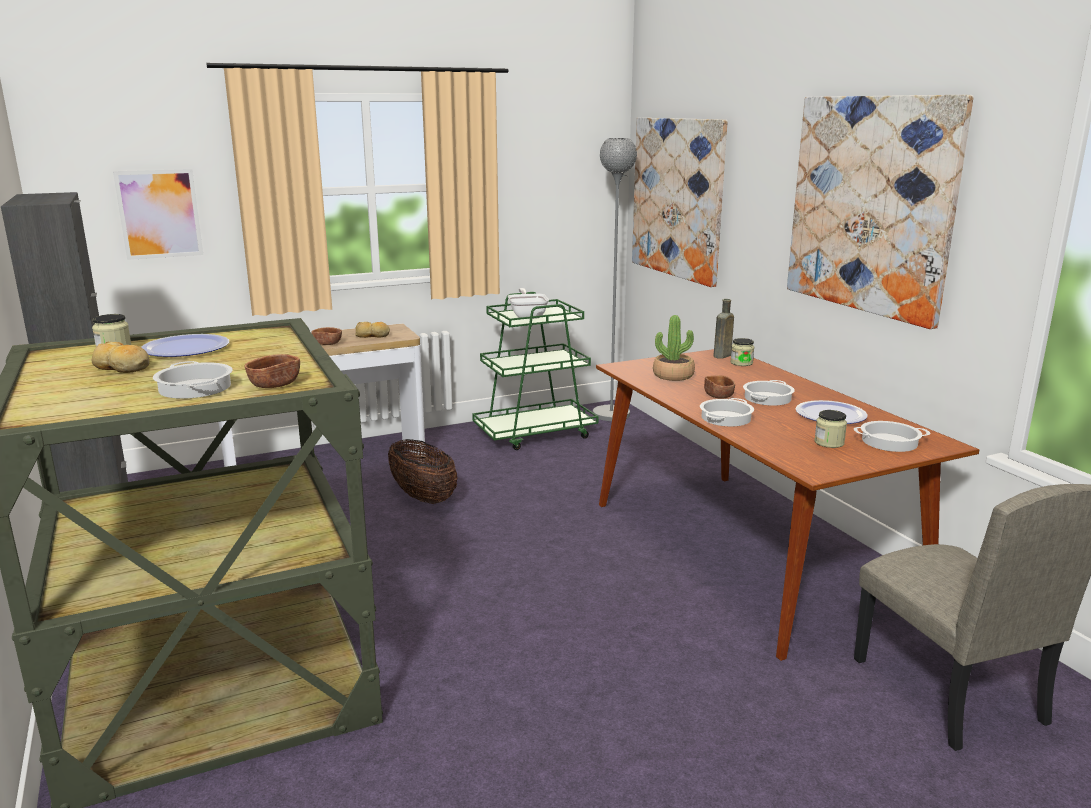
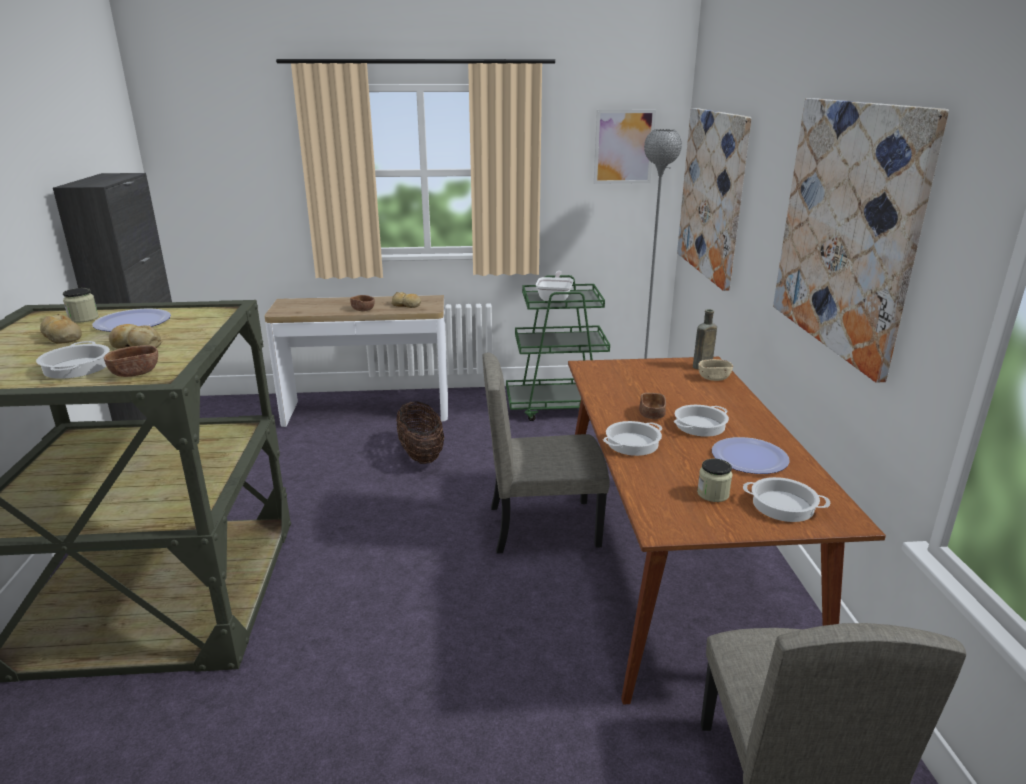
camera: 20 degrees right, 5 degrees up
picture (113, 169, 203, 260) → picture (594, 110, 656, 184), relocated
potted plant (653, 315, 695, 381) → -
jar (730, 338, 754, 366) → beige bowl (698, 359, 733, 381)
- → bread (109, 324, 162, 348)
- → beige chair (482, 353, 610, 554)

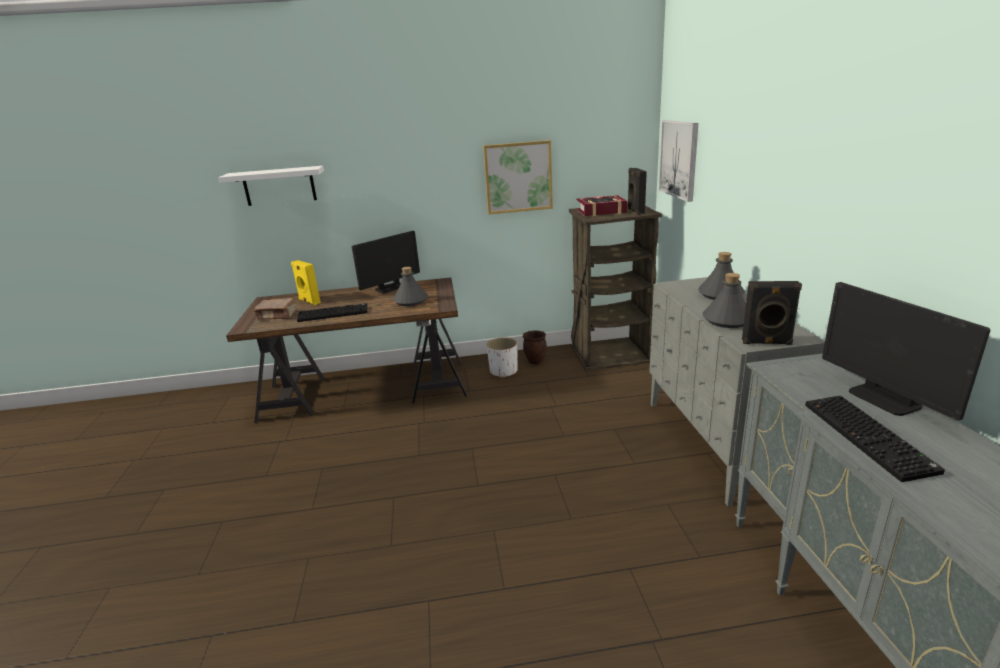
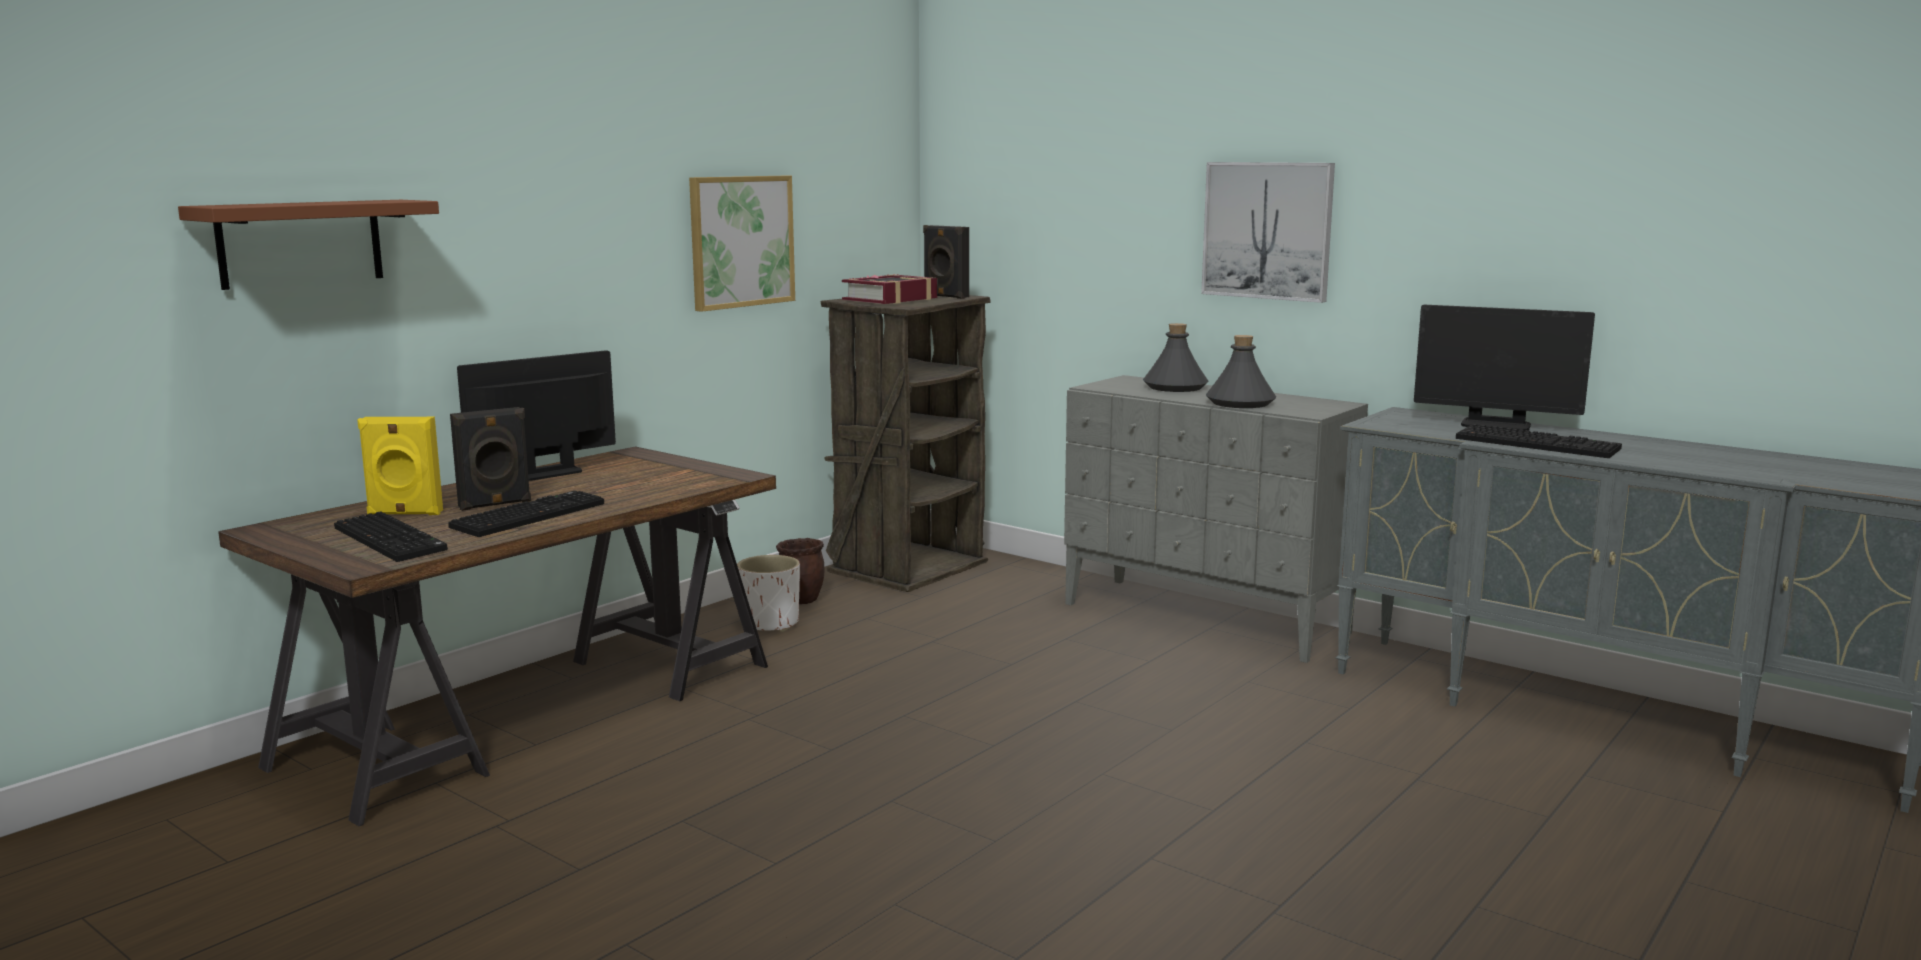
camera: 45 degrees left, 10 degrees down
white shelf (218, 166, 324, 206) → brown shelf (178, 200, 439, 290)
brown book (253, 298, 296, 319) → keyboard (334, 511, 448, 562)
monitor (352, 231, 420, 293) → monitor (457, 350, 616, 481), 135 degrees counterclockwise
grey bottle (393, 267, 428, 306) → -
picture (659, 120, 698, 202) → picture (1201, 162, 1335, 303), relocated
black speaker (742, 281, 802, 345) → black speaker (450, 407, 531, 511), relocated

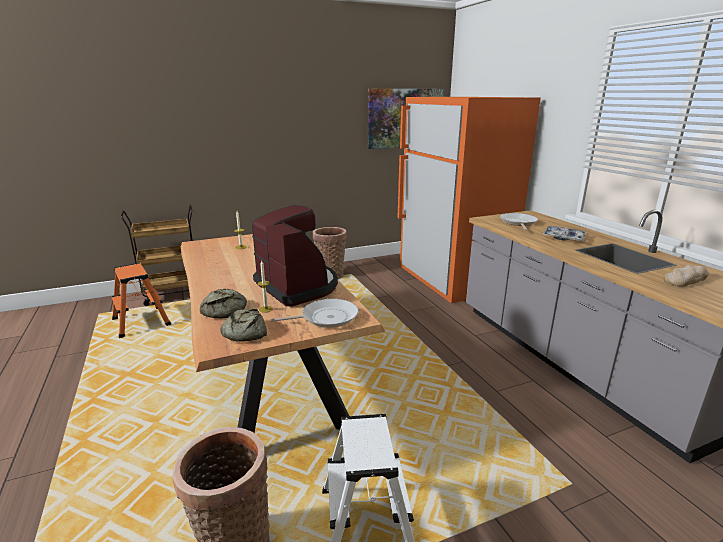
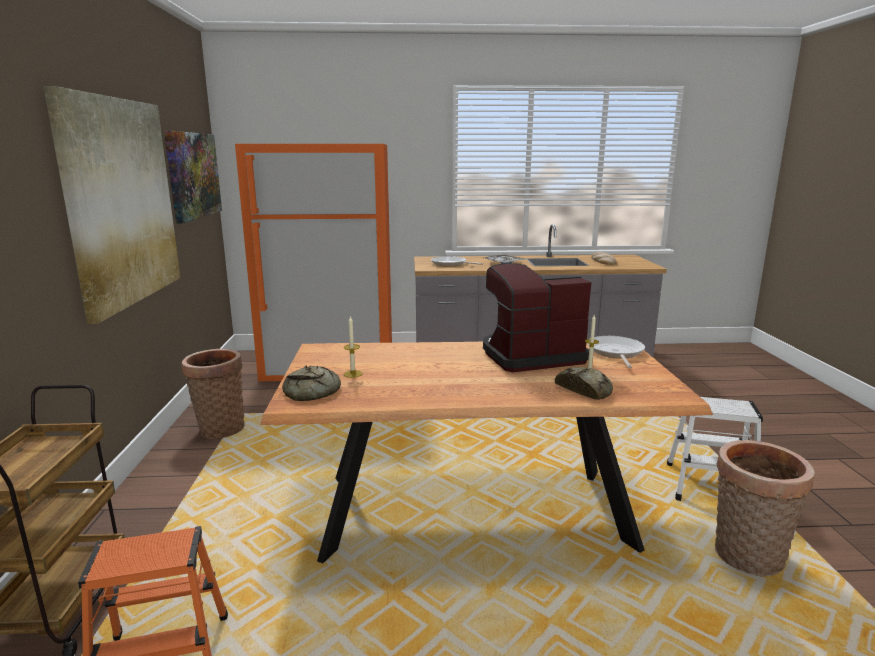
camera: 70 degrees left, 5 degrees down
bread (220, 309, 267, 342) → bread (282, 366, 341, 401), relocated
- → picture (43, 86, 181, 324)

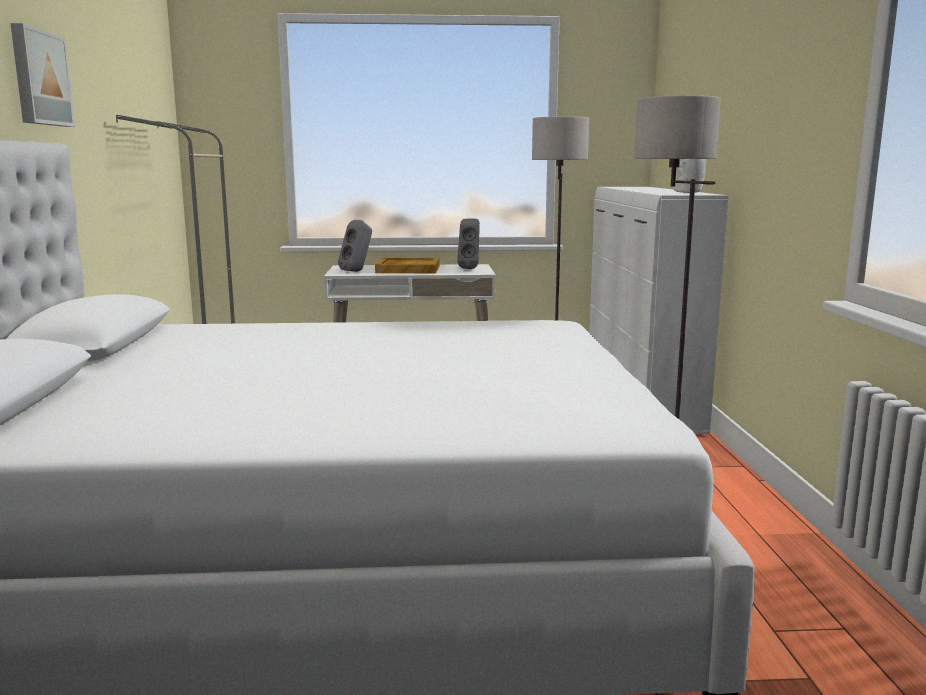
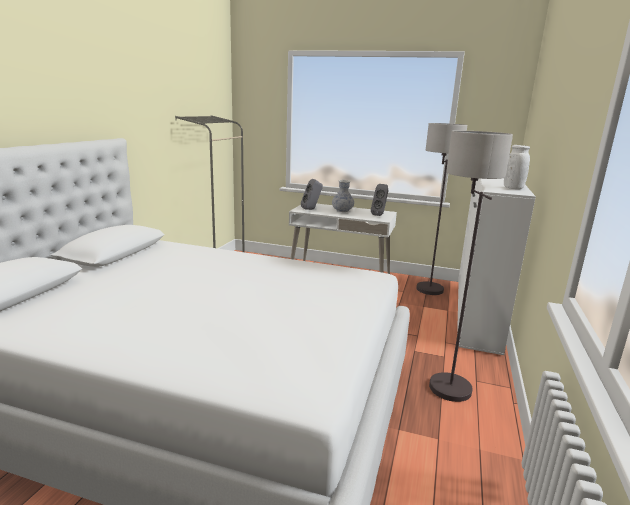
camera: 20 degrees right, 5 degrees up
picture (10, 23, 75, 127) → -
beige tray (375, 257, 440, 273) → vase (332, 180, 354, 212)

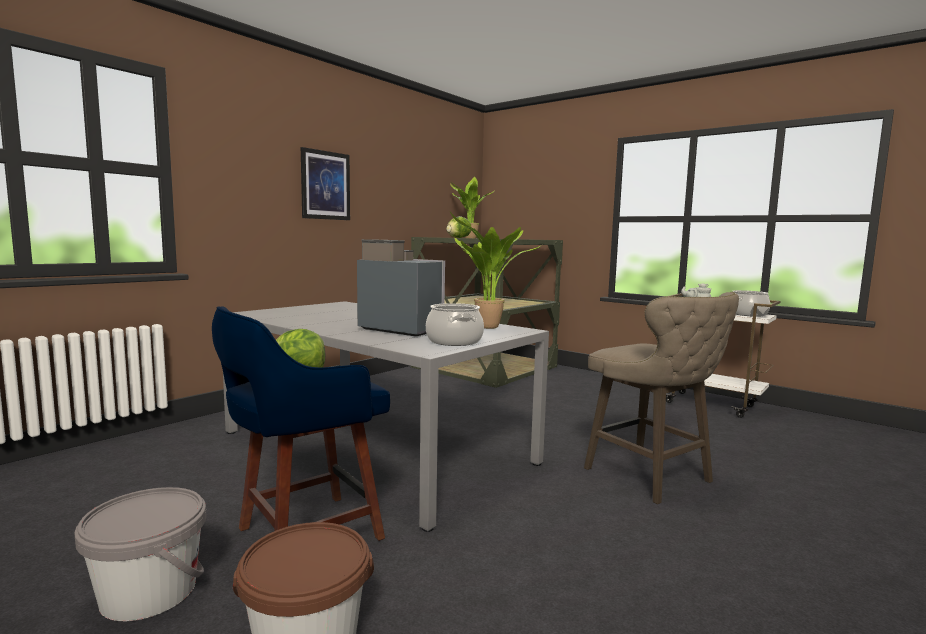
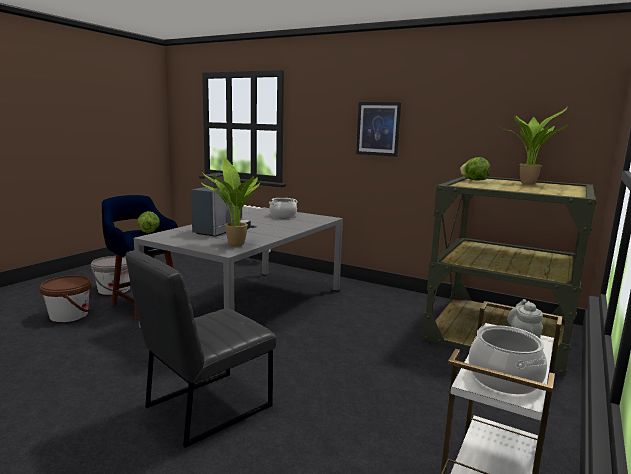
camera: 80 degrees right, 5 degrees up
cooking pot (426, 303, 484, 346) → cooking pot (269, 198, 298, 218), relocated
beige stool (584, 292, 739, 504) → grey chair (126, 250, 277, 448)

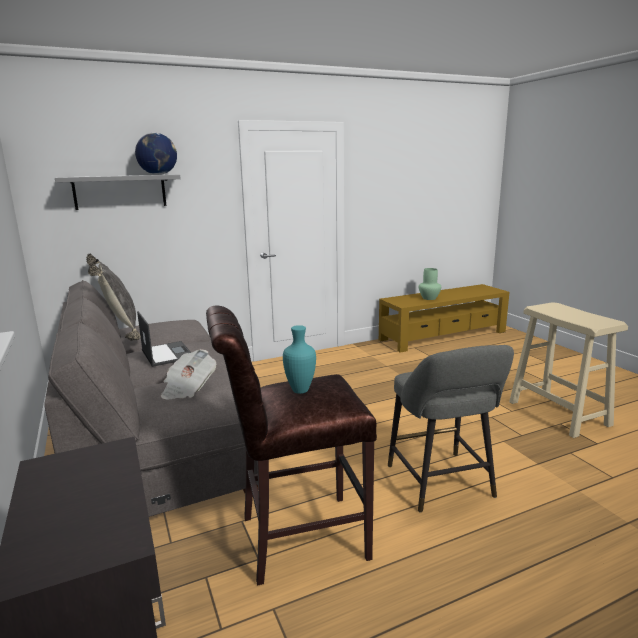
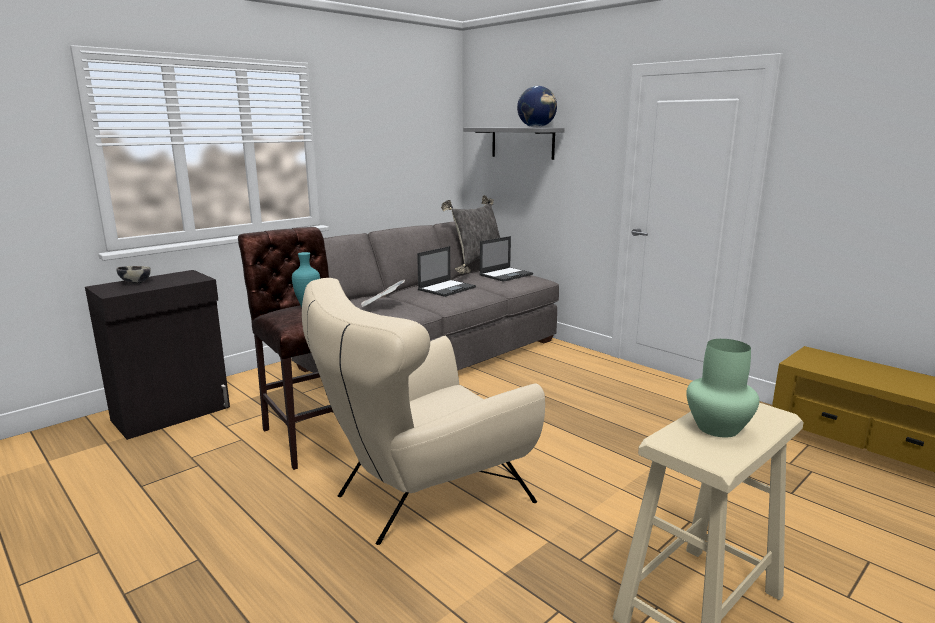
camera: 70 degrees right, 0 degrees up
grey stool (388, 345, 514, 513) → beige armchair (302, 278, 545, 545)
green vase (419, 268, 441, 300) → green vase (686, 339, 759, 438), relocated
- → bowl (117, 266, 151, 284)
- → laptop (479, 236, 533, 282)

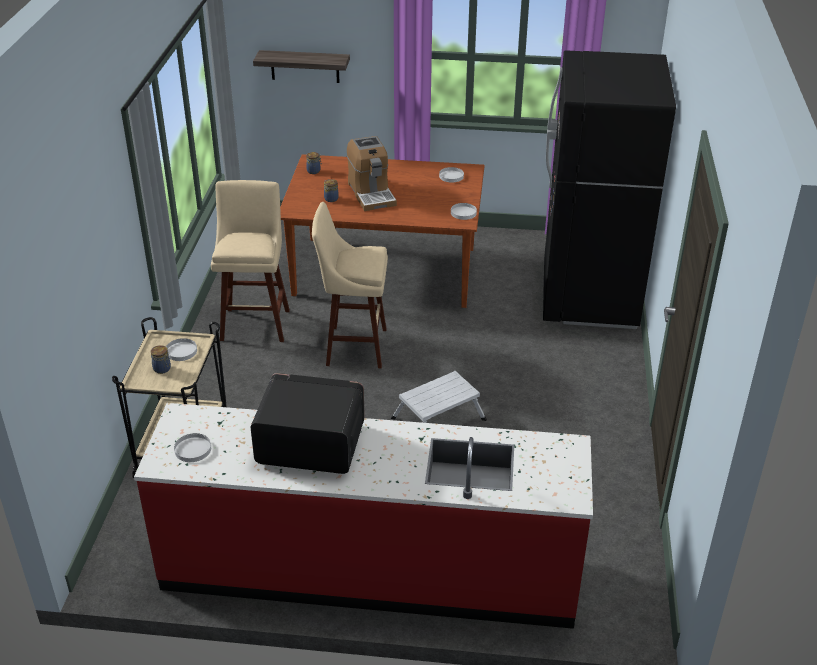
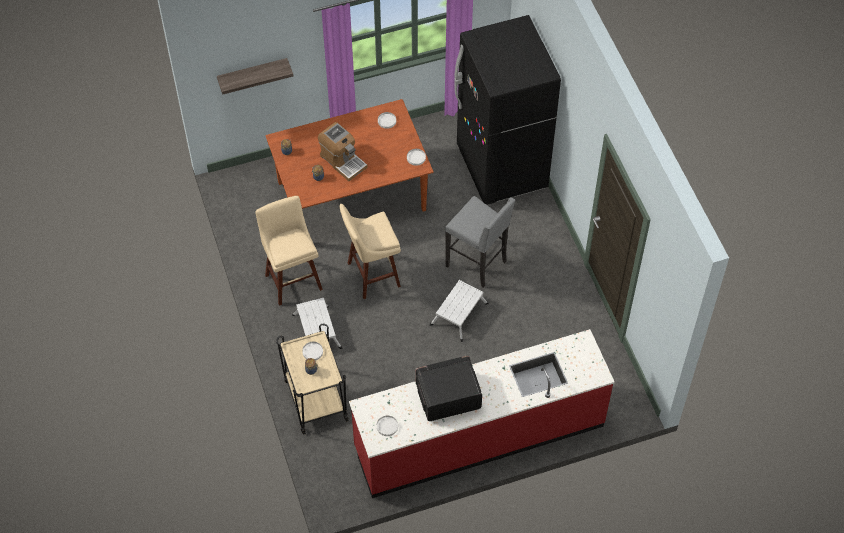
camera: 25 degrees left, 20 degrees up
- → white step ladder (292, 298, 342, 349)
- → grey stool (445, 196, 515, 288)

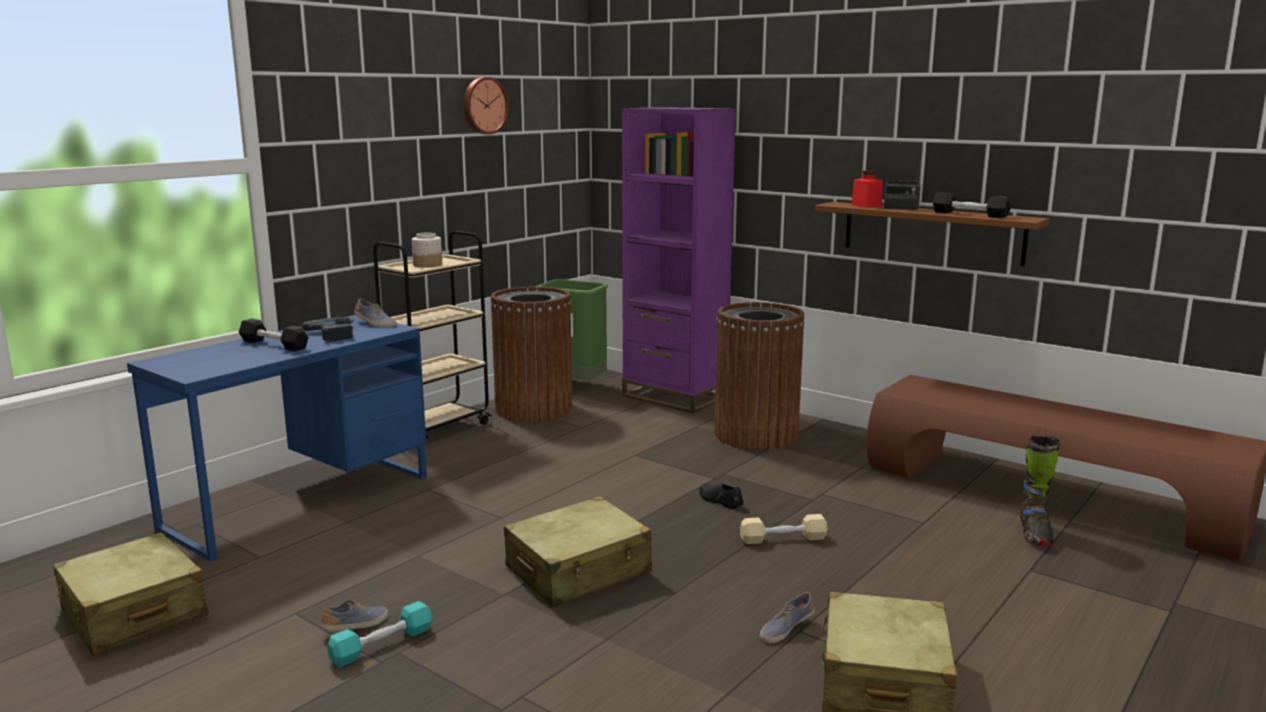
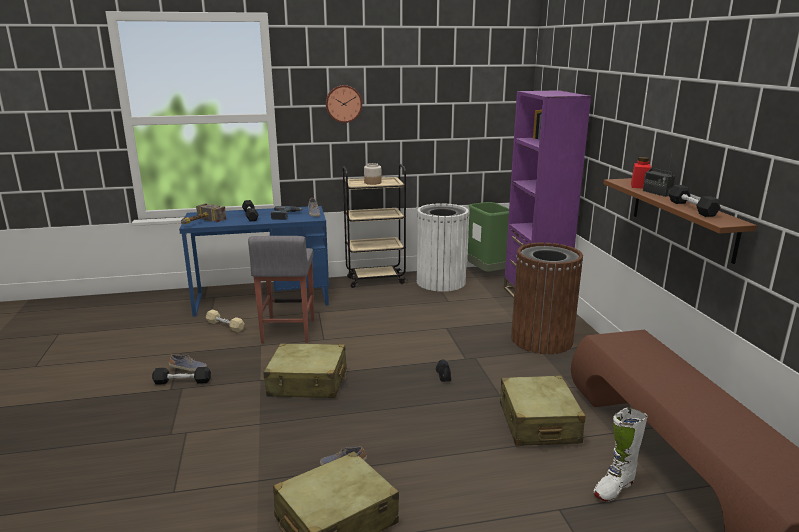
camera: 40 degrees right, 5 degrees up
beige suitcase (53, 532, 209, 656) → beige suitcase (500, 375, 586, 446), relocated
turquoise dumbbell (327, 601, 433, 667) → black dumbbell (152, 367, 211, 384)
wall clock (464, 77, 509, 134) → wall clock (326, 85, 362, 123), relocated
brown trash can (490, 286, 572, 422) → white trash can (417, 203, 469, 292)
beige dumbbell (740, 514, 828, 544) → beige dumbbell (206, 309, 245, 332), relocated
black boot (1020, 435, 1061, 546) → white boot (593, 408, 648, 501)
- → hammer (181, 203, 226, 224)
- → grey stool (248, 236, 315, 343)

